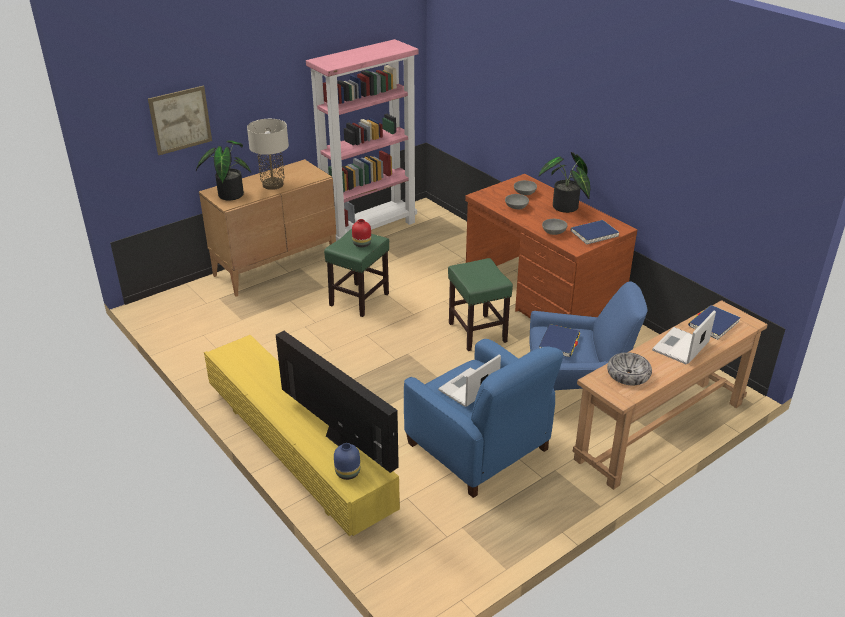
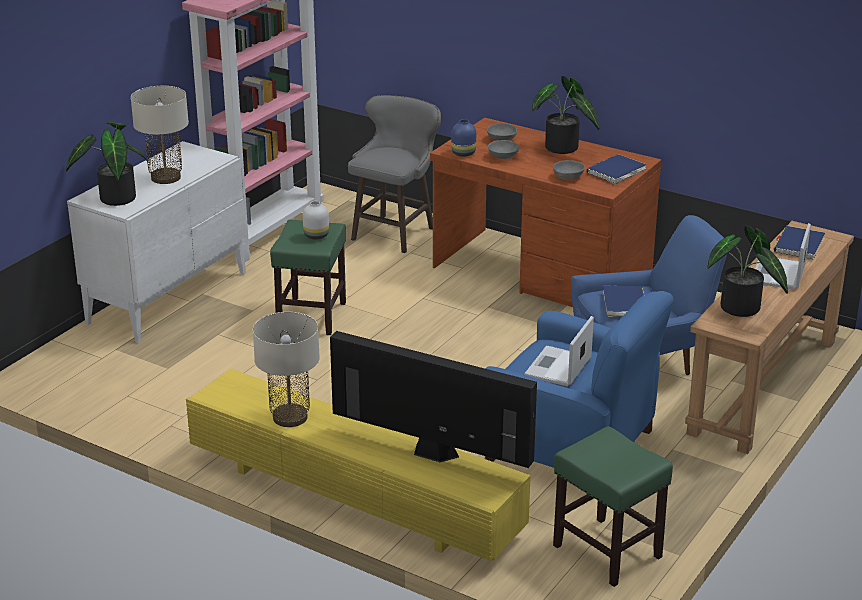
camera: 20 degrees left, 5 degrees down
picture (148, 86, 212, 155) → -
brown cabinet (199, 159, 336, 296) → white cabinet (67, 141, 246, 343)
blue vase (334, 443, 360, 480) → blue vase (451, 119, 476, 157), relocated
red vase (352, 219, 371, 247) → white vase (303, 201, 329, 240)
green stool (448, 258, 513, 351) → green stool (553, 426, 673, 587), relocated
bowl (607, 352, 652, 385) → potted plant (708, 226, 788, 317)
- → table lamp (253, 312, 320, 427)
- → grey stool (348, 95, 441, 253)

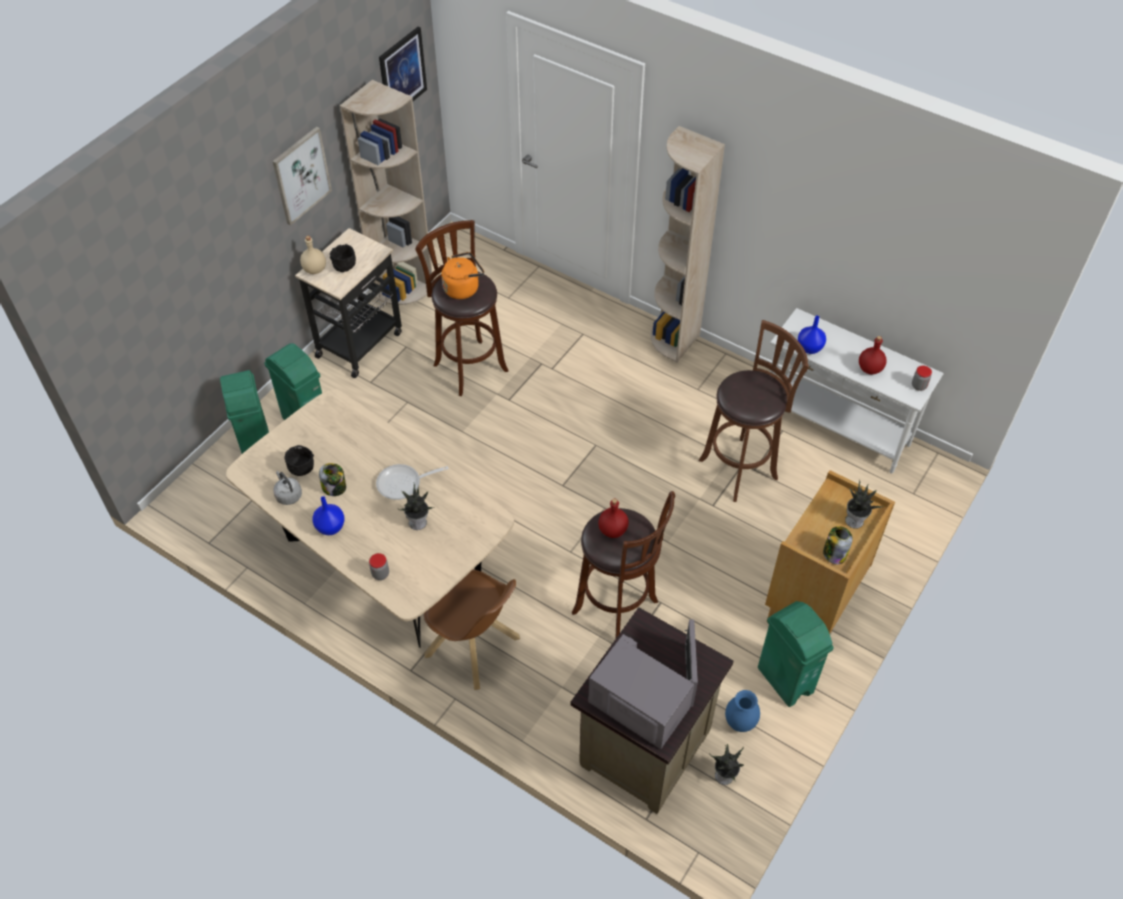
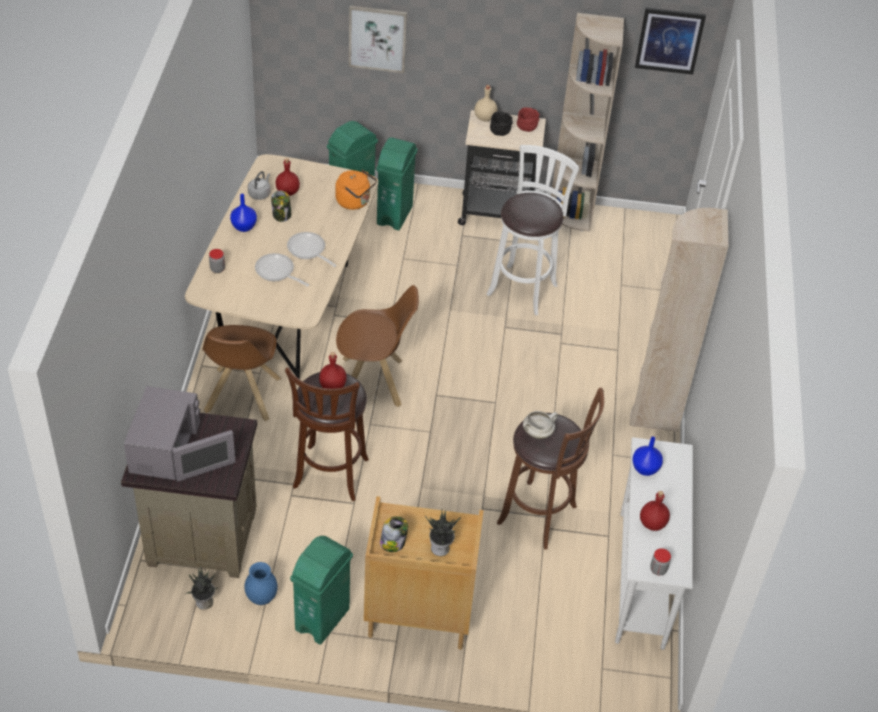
camera: 60 degrees right, 5 degrees down
picture (272, 127, 332, 226) → picture (349, 6, 407, 73), relocated
black bowl (285, 445, 314, 476) → red bottle (275, 158, 300, 196)
potted plant (398, 484, 435, 530) → frying pan (255, 253, 309, 287)
brown stool (415, 220, 508, 396) → white stool (487, 145, 579, 316)
orange kettle (441, 252, 484, 299) → orange kettle (335, 170, 377, 210), relocated
- → brown chair (336, 285, 419, 407)
- → red bowl (517, 107, 540, 132)
- → white cooking pot (523, 411, 558, 439)

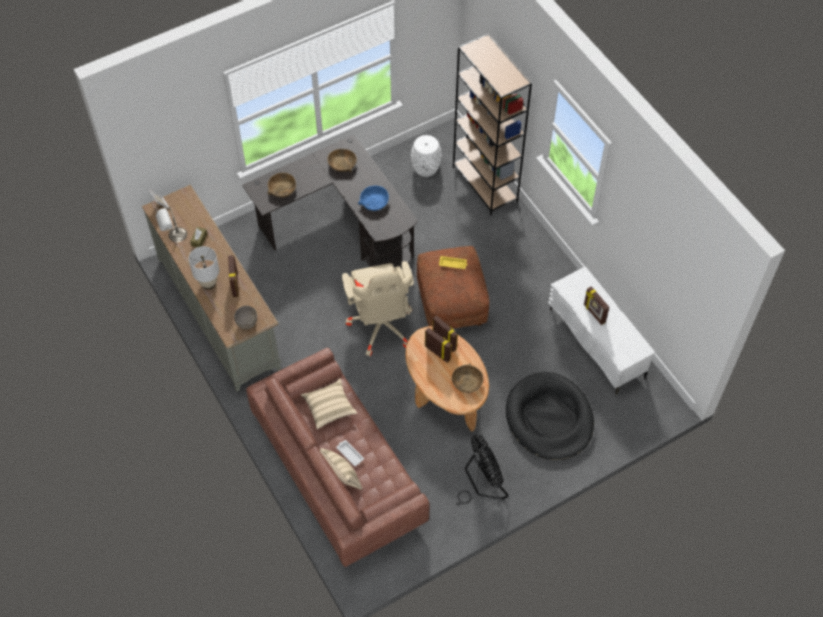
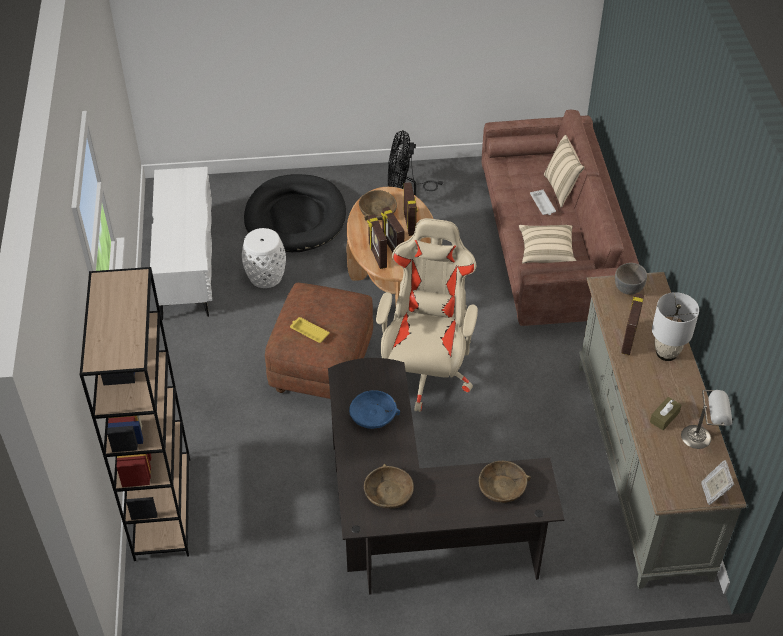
camera: 155 degrees left, 10 degrees down
white stool (411, 135, 442, 177) → white stool (242, 228, 286, 288), relocated
picture frame (584, 286, 609, 325) → picture frame (404, 182, 418, 236), relocated

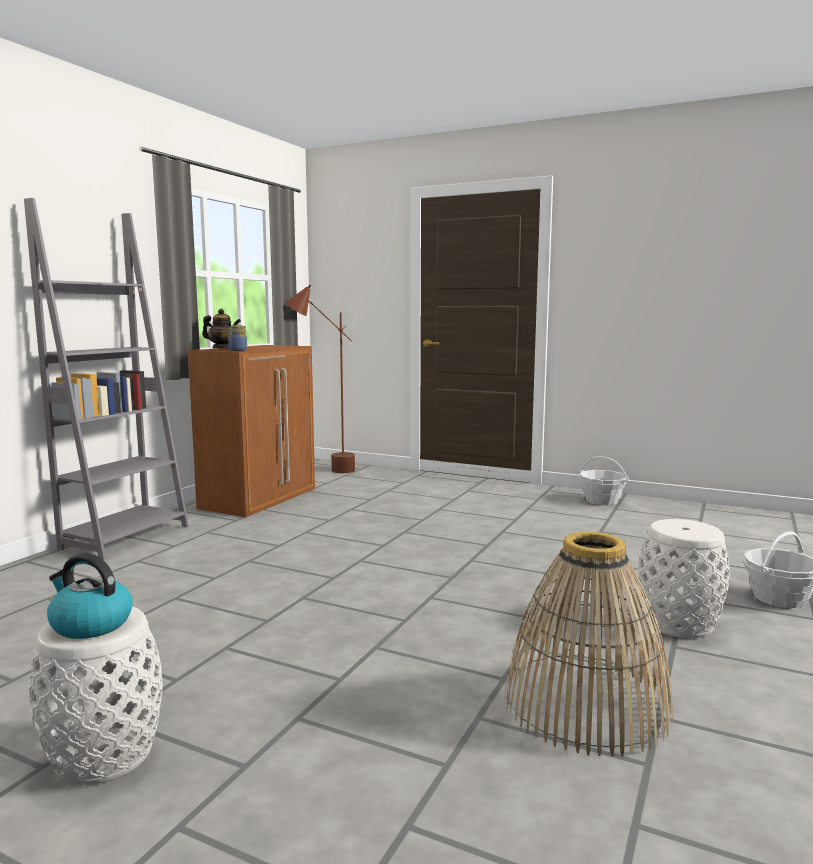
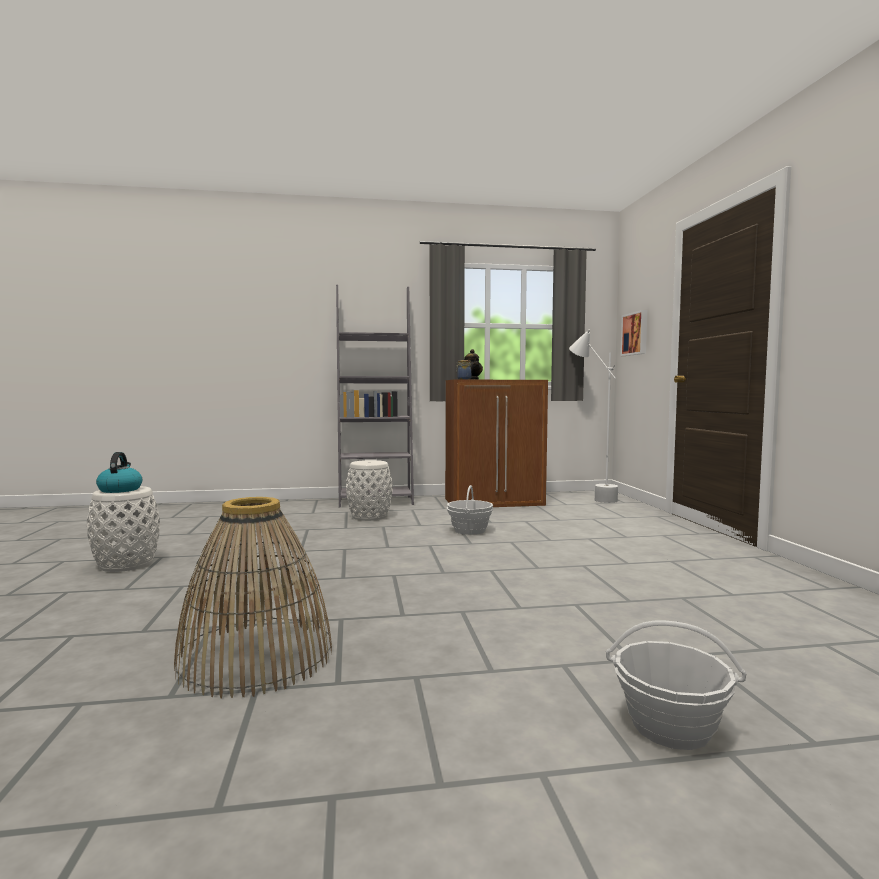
camera: 55 degrees right, 5 degrees down
brown floor lamp (286, 285, 355, 473) → white floor lamp (569, 330, 618, 503)
basket (579, 456, 629, 505) → basket (447, 485, 493, 535), relocated
white stool (638, 519, 730, 638) → white stool (346, 460, 393, 521), relocated
- → picture (620, 310, 647, 356)

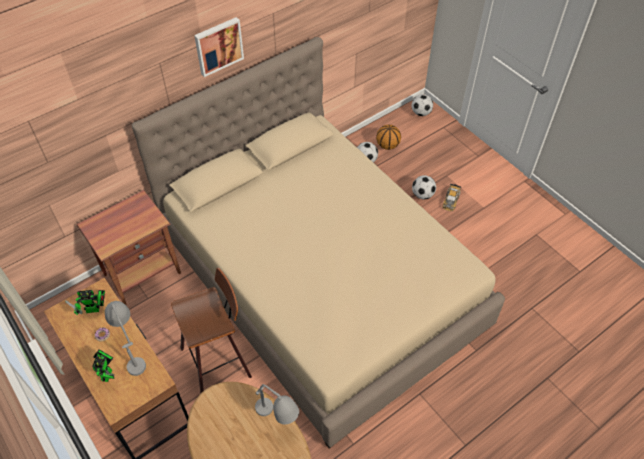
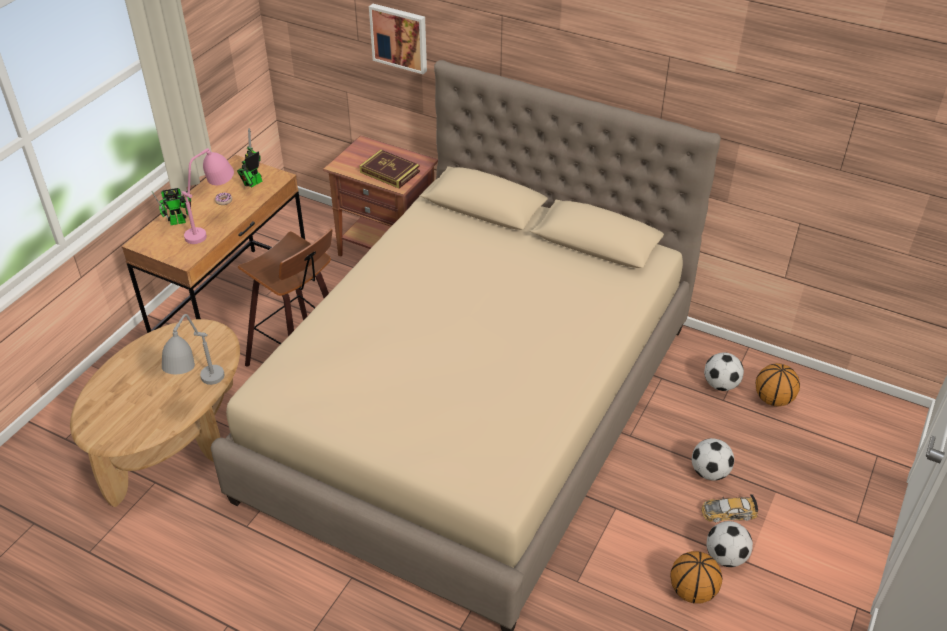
camera: 65 degrees right, 10 degrees down
toy robot (65, 290, 105, 315) → toy robot (237, 128, 262, 188), 75 degrees clockwise
grey table lamp (105, 301, 146, 376) → pink table lamp (182, 148, 234, 244)
picture (194, 17, 244, 77) → picture (369, 4, 427, 74), relocated
football (411, 94, 433, 116) → football (707, 521, 753, 567), relocated
- → book (360, 150, 420, 189)
- → basketball (670, 551, 722, 604)

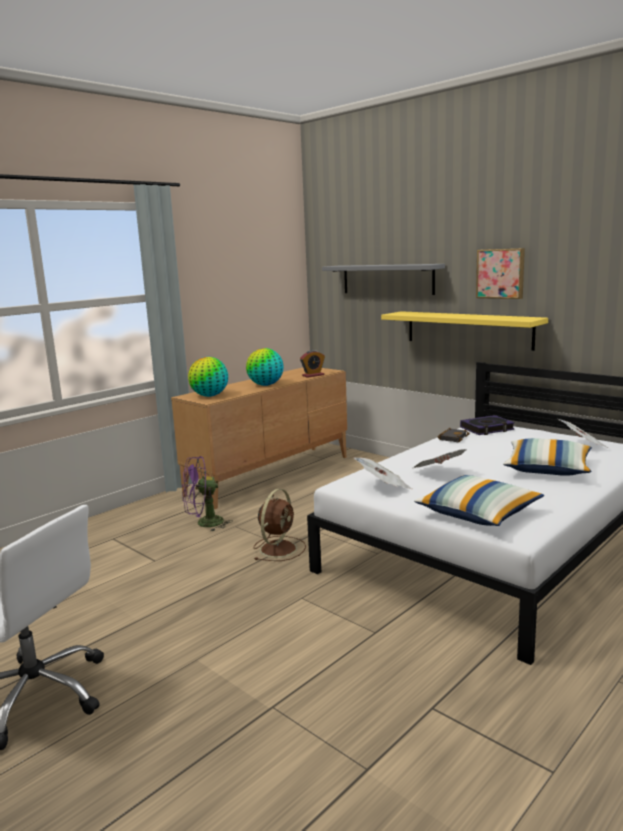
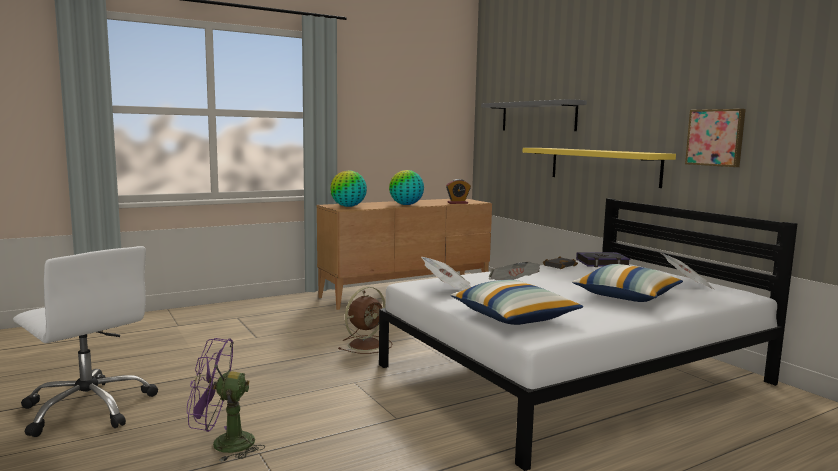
camera: 15 degrees right, 5 degrees down
purple fan (182, 456, 232, 532) → purple fan (187, 338, 265, 462), relocated
picture (476, 248, 525, 299) → picture (685, 109, 746, 167), relocated

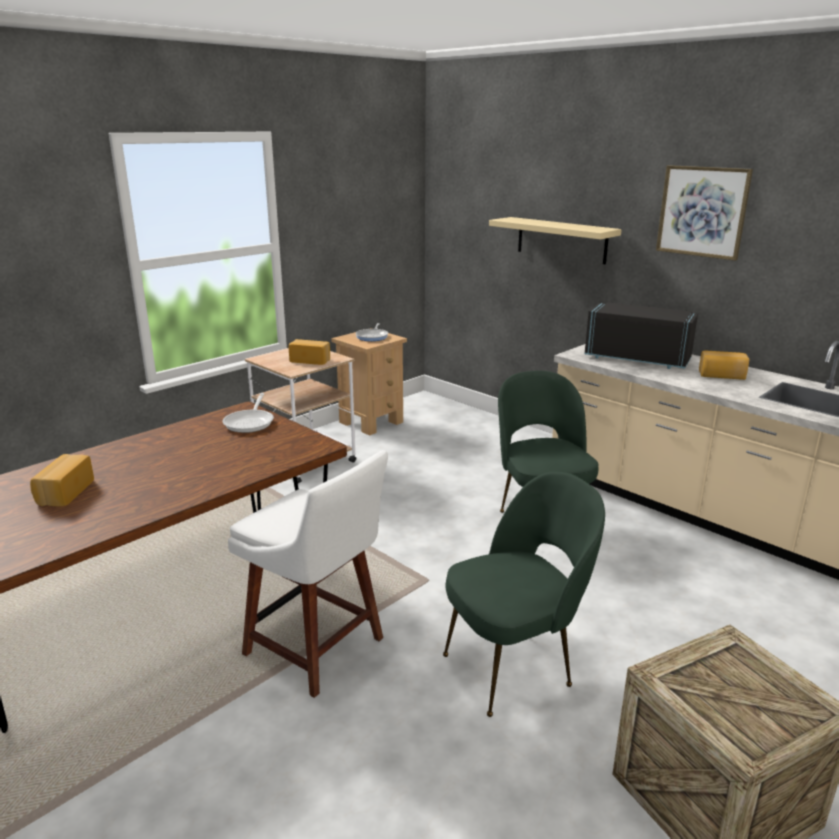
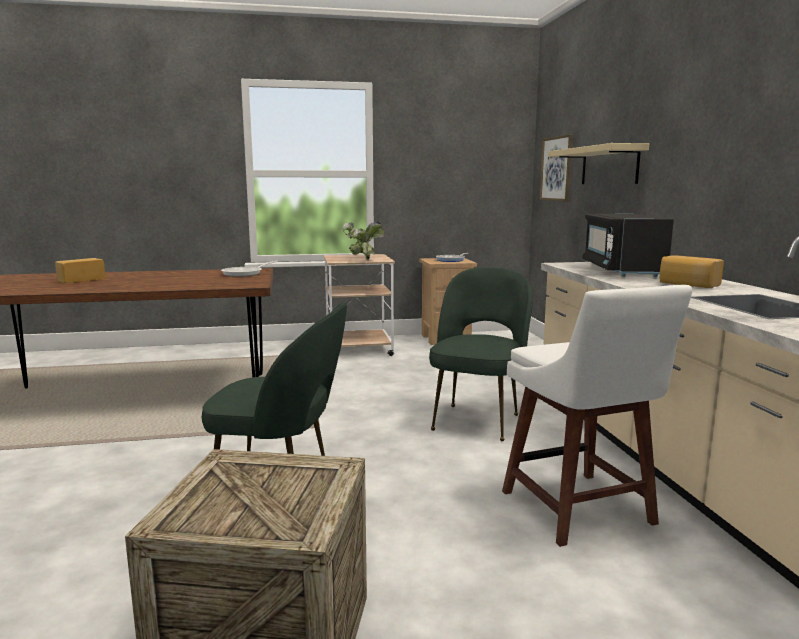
camera: 35 degrees right, 10 degrees down
white stool (228, 450, 388, 698) → white stool (502, 285, 692, 547), relocated
bread (288, 339, 330, 365) → potted plant (342, 222, 384, 260)
black microwave (585, 302, 698, 369) → black microwave (582, 214, 674, 277), 150 degrees counterclockwise
picture (656, 165, 753, 261) → picture (540, 134, 573, 201), relocated

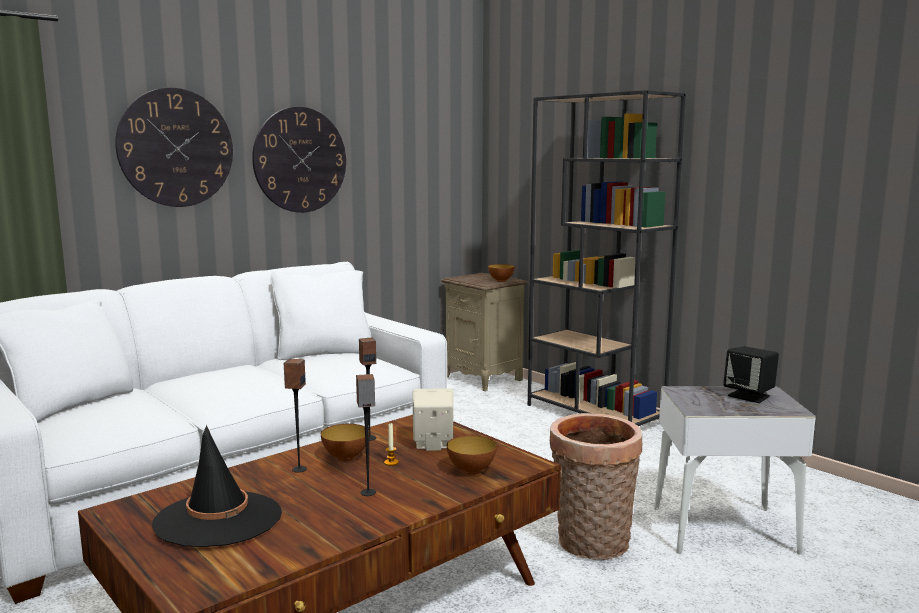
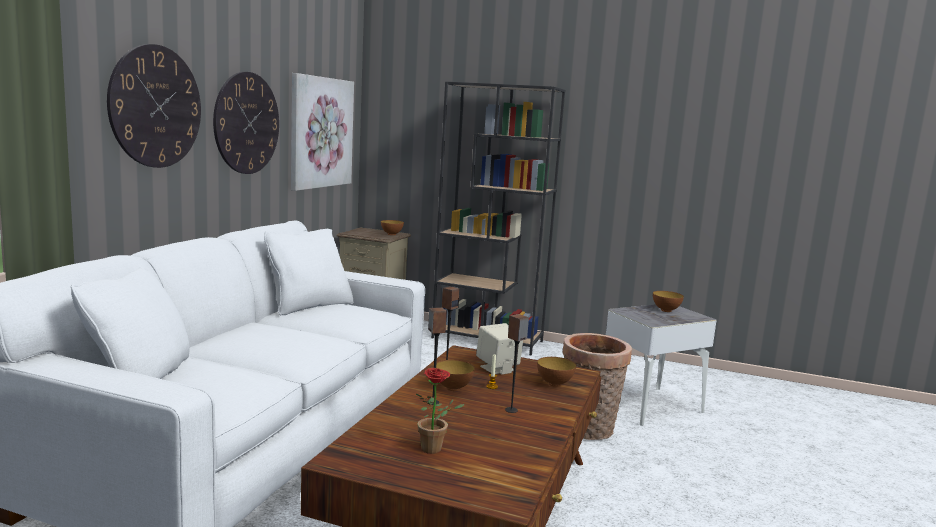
camera: 30 degrees left, 0 degrees up
black hat (152, 425, 282, 547) → potted plant (416, 368, 464, 454)
black speaker (723, 346, 779, 403) → bowl (653, 291, 684, 312)
- → picture (291, 73, 354, 191)

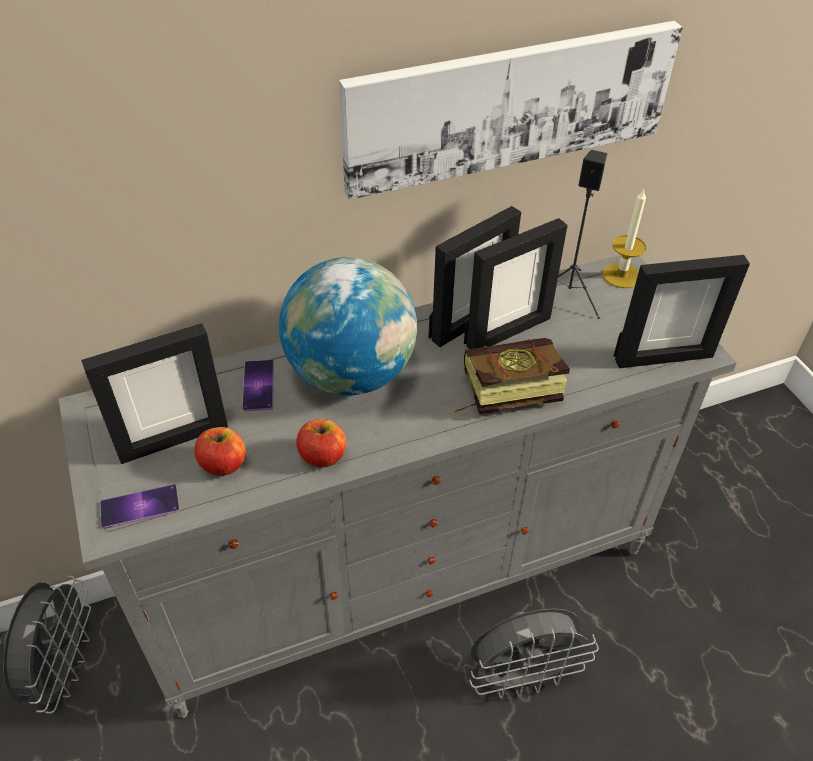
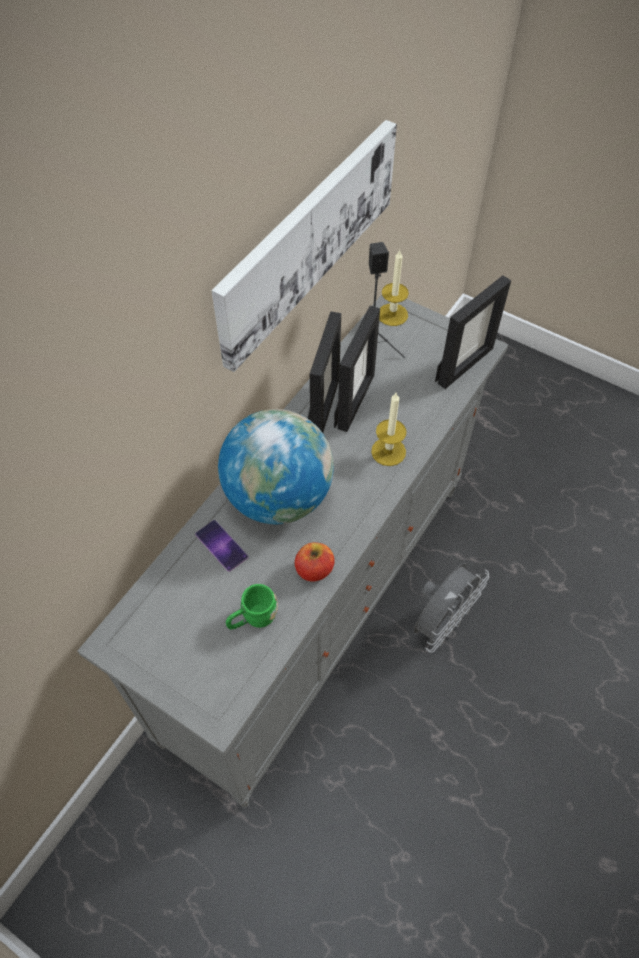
camera: 35 degrees left, 10 degrees up
grey fan (3, 576, 91, 714) → -
picture frame (81, 323, 228, 464) → -
phone (100, 484, 180, 529) → -
apple (194, 427, 246, 476) → green mug (226, 584, 278, 629)
book (451, 338, 570, 414) → candle (371, 393, 406, 466)

